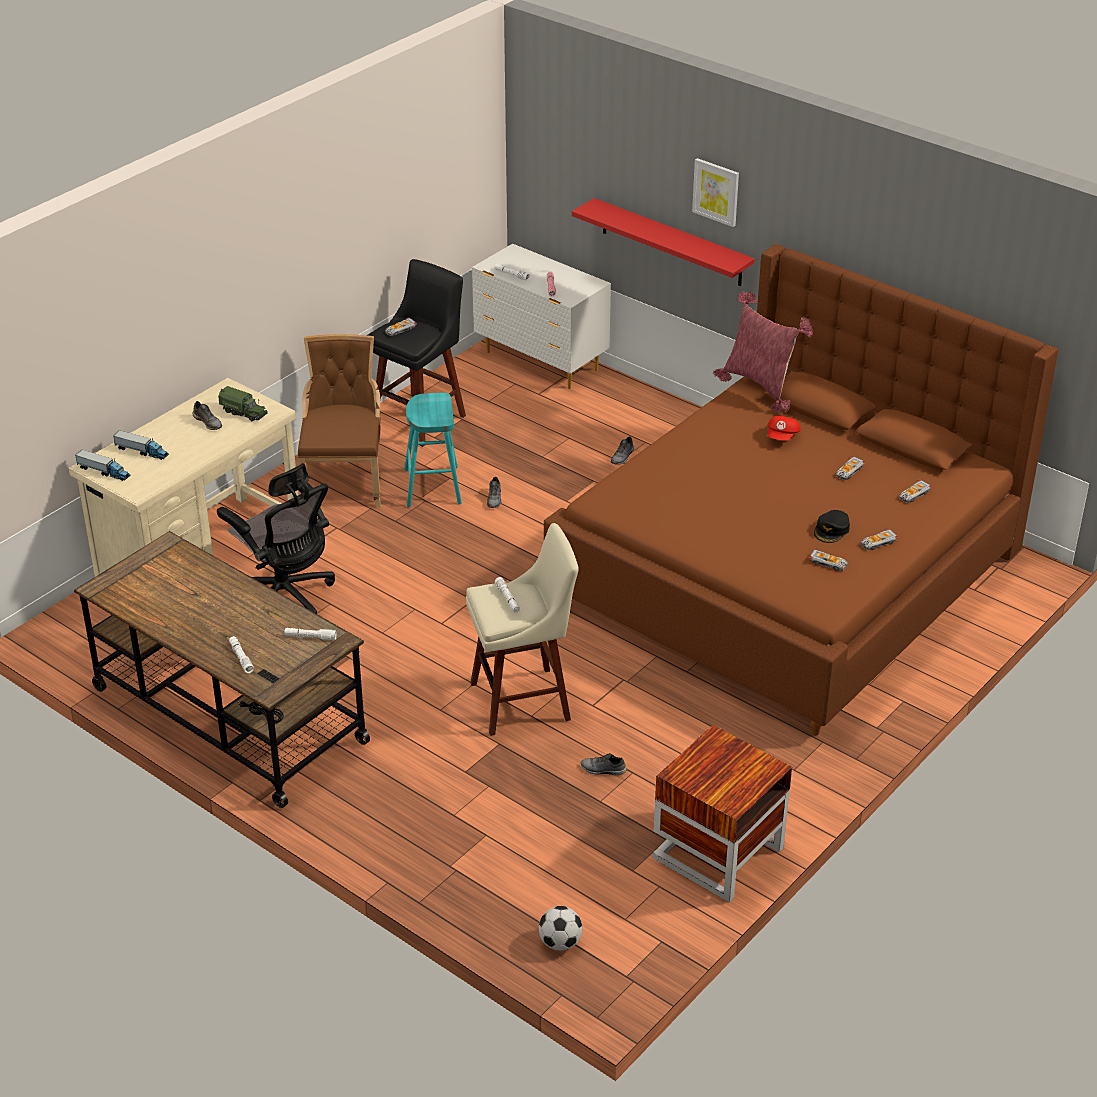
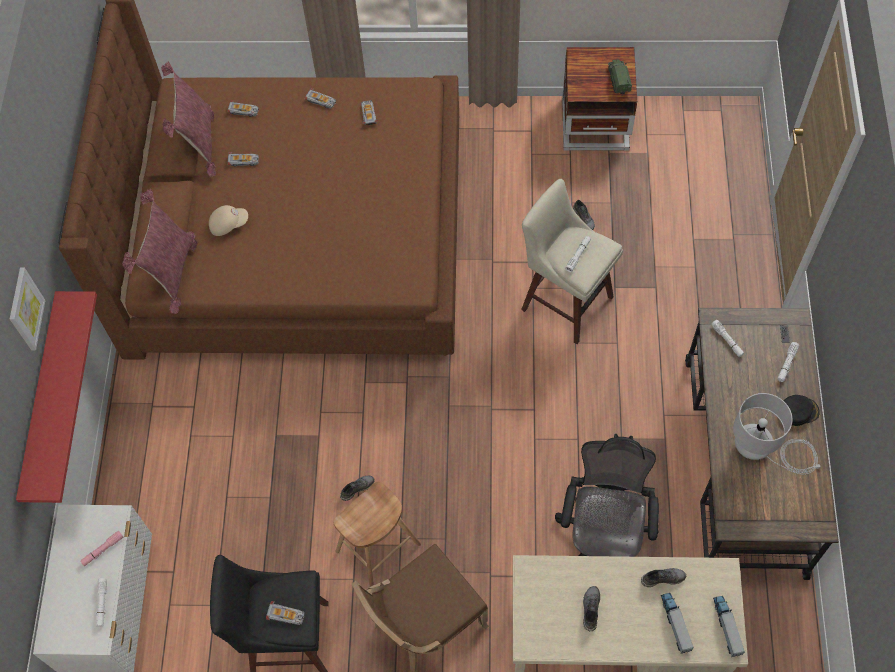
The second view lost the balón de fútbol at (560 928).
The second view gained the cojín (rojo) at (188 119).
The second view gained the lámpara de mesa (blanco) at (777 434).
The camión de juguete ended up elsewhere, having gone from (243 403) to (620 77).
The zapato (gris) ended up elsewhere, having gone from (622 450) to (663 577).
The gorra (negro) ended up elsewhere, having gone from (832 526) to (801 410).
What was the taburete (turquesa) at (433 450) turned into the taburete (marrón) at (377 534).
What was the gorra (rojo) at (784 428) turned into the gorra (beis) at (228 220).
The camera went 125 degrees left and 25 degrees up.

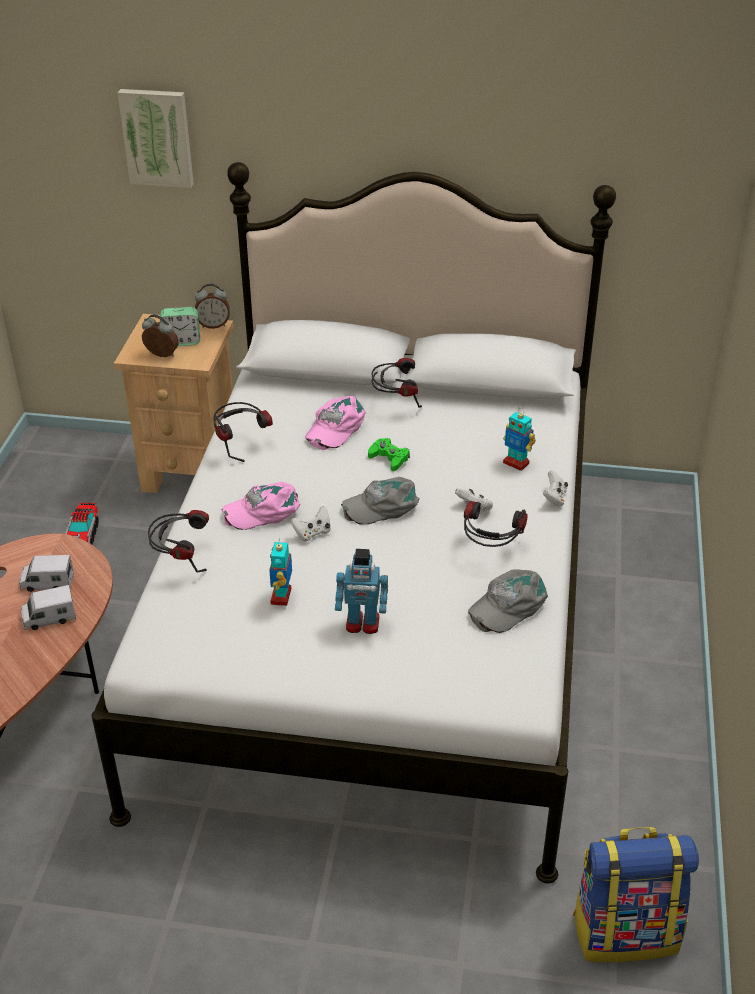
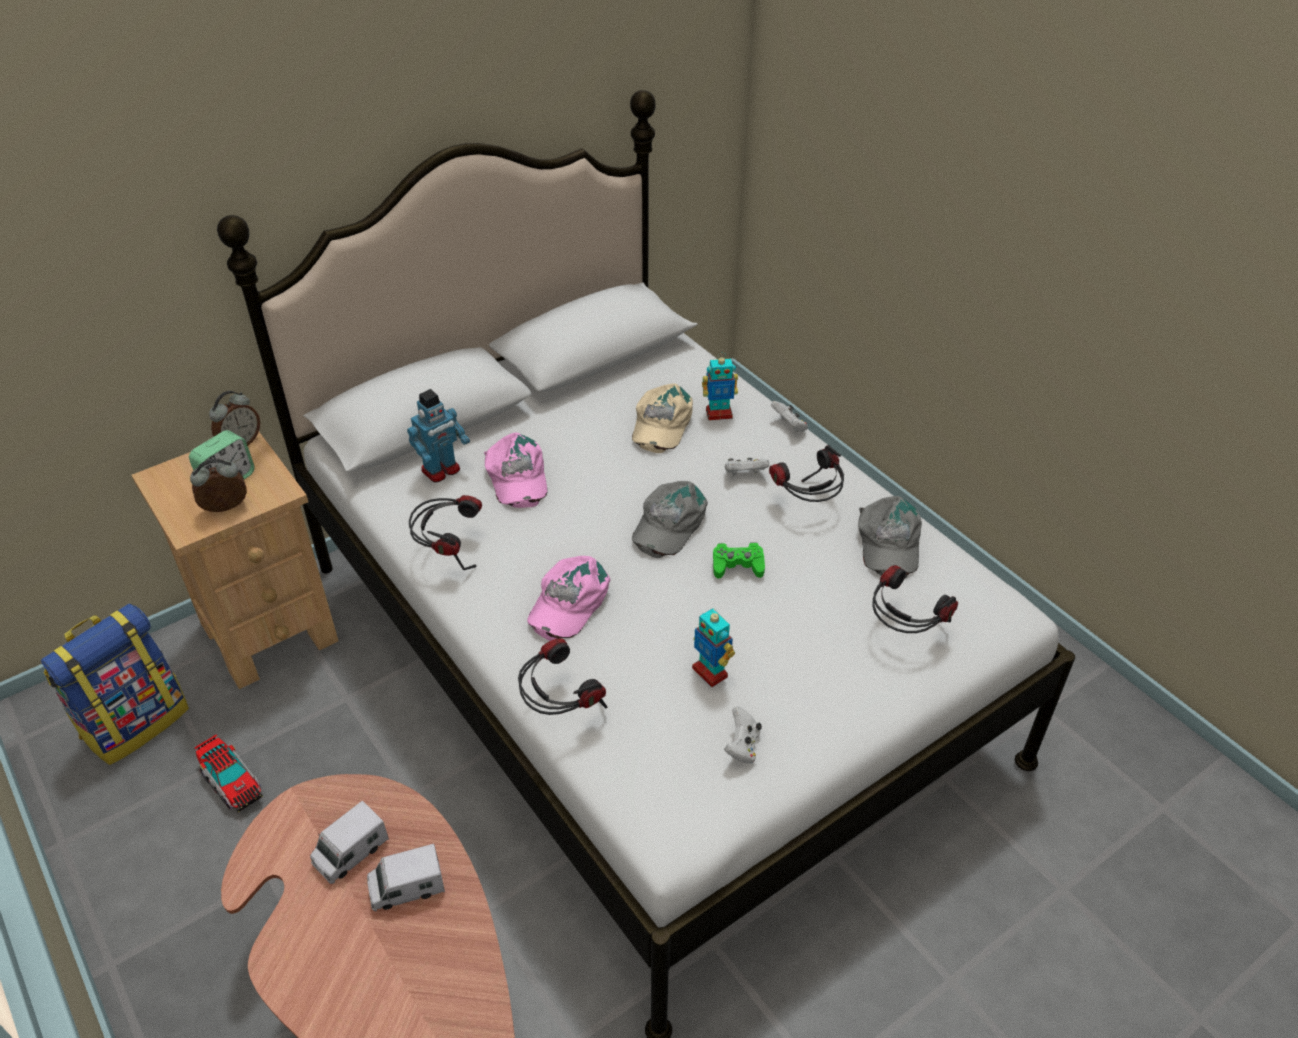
The second view lost the cuadro at (156 138).
The second view gained the gorra (beis) at (662 418).
The mando de consola (blanco) ended up elsewhere, having gone from (311 524) to (743 735).
The robot de juguete ended up elsewhere, having gone from (361 591) to (438 435).
The mando de consola (verde) ended up elsewhere, having gone from (389 454) to (739 560).
The auriculares ended up elsewhere, having gone from (396 383) to (915 599).
The mochila ended up elsewhere, having gone from (636 894) to (115 684).
The camión de juguete at (48 607) ended up facing another way, 45 degrees clockwise from before.
The camera went 45 degrees left and 5 degrees up.

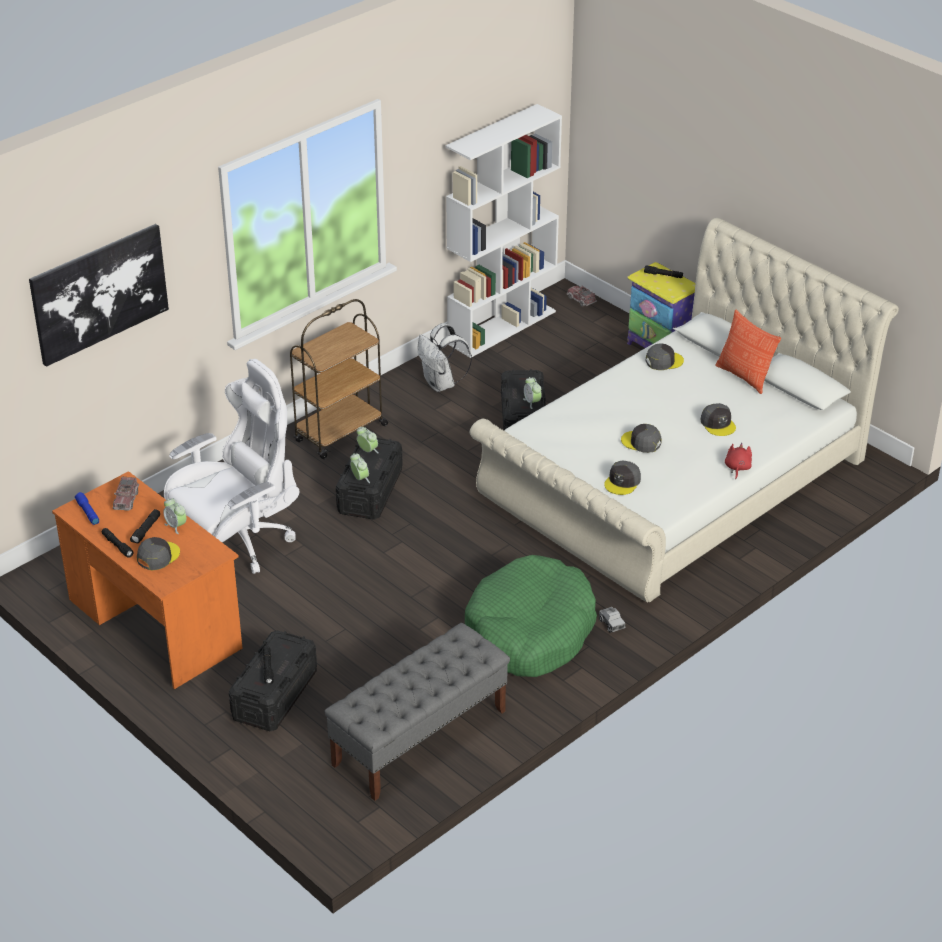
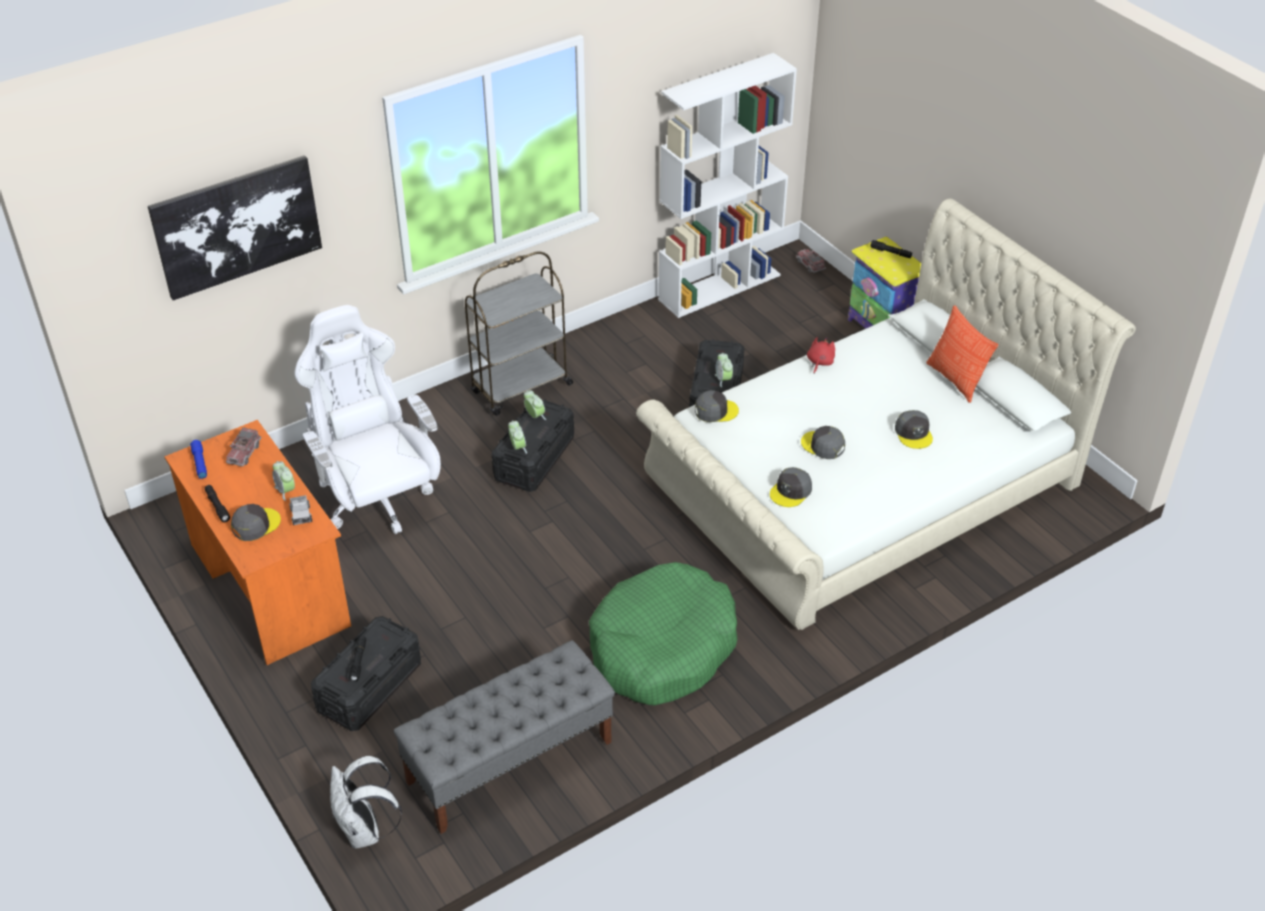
The second view lost the linterna (negro) at (145 526).
The mochila (blanco) ended up elsewhere, having gone from (445 357) to (366 802).
The camión de juguete ended up elsewhere, having gone from (612 620) to (300 510).
The gorra (gris) ended up elsewhere, having gone from (665 357) to (717 406).
The peluche (rojo) ended up elsewhere, having gone from (738 461) to (821 355).
What was the carrito (marrón) at (339 379) turned into the carrito (gris) at (519 334).
The silla de oficina (blanco) at (231 466) ended up facing another way, 90 degrees counterclockwise from before.
The camera went 10 degrees right and 5 degrees up.

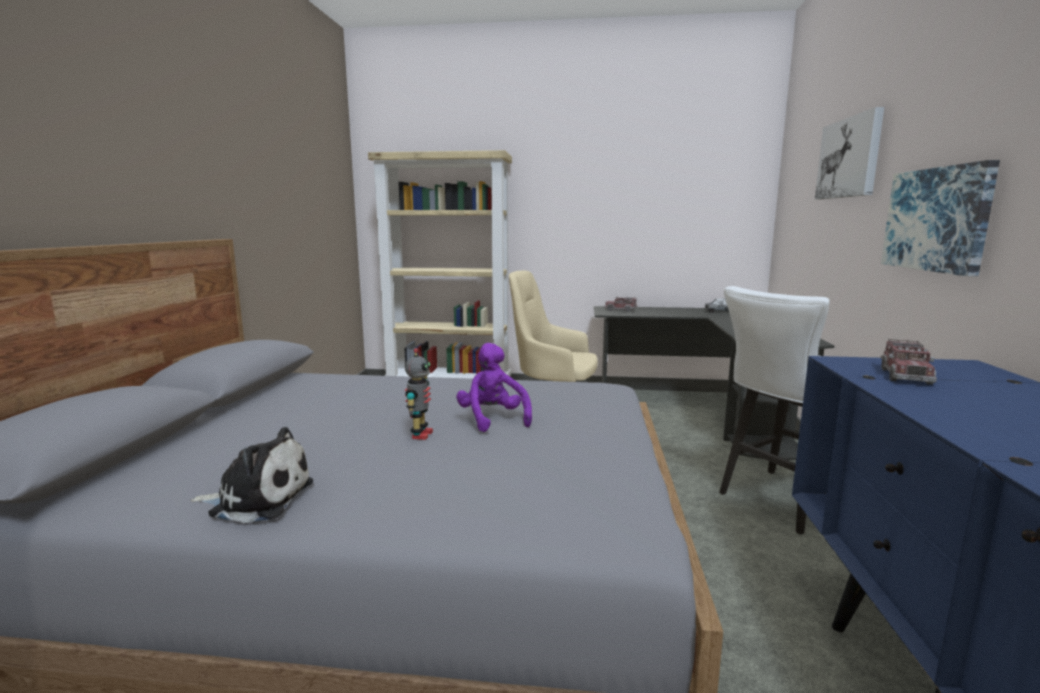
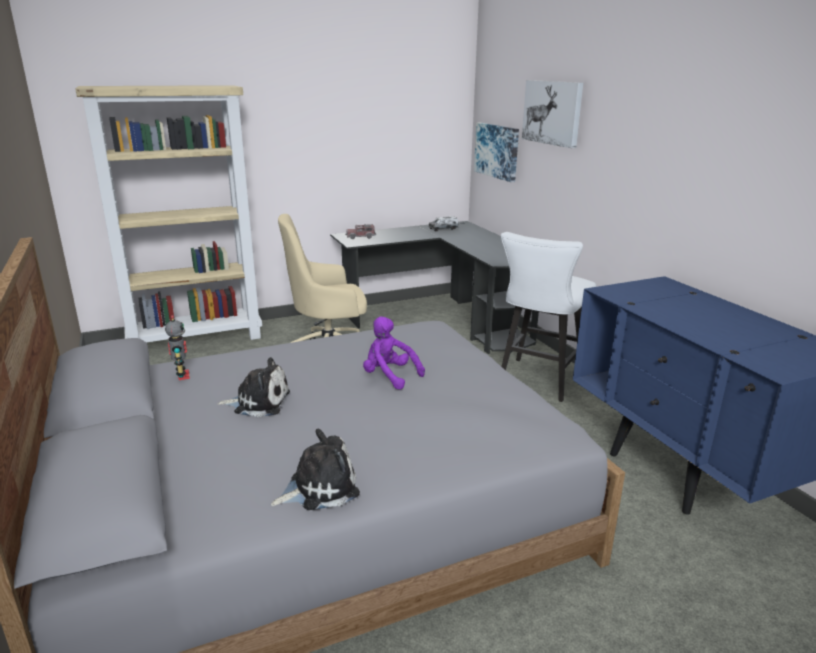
The second view lost the camión de juguete at (908 362).
The second view gained the peluche at (253 387).
The robot de juguete ended up elsewhere, having gone from (419 394) to (177 347).
The cuadro ended up elsewhere, having gone from (940 218) to (496 152).
The camera went 30 degrees left and 10 degrees up.

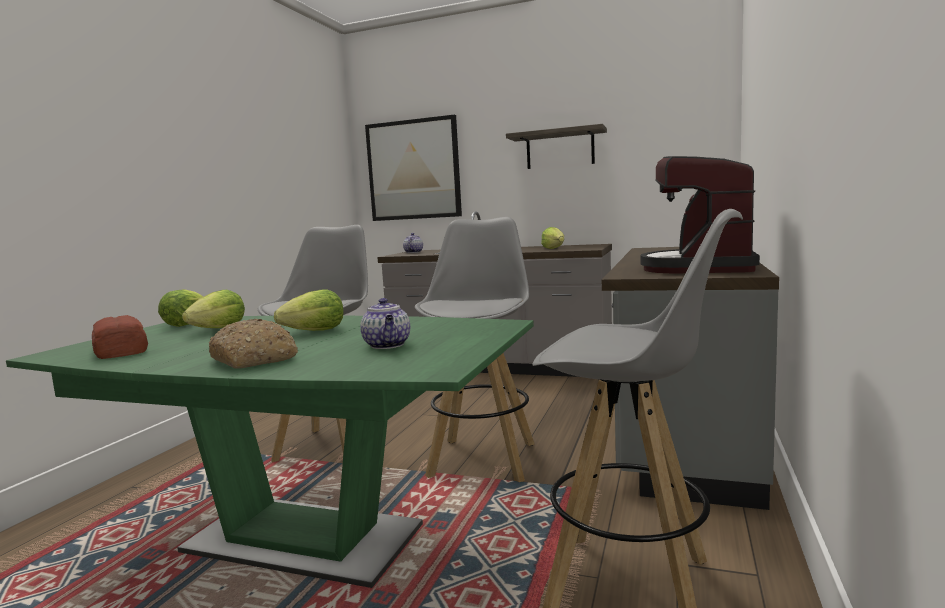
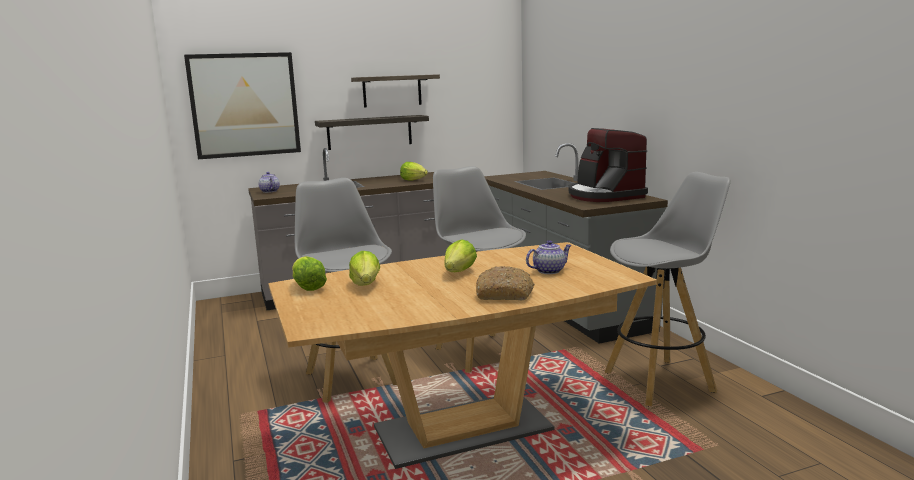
The second view lost the pan at (120 337).
The second view gained the estante at (372 132).
What was the mesa de comedor (verde) at (270 452) turned into the mesa de comedor (marrón) at (462 355).
The tetera at (385 323) ended up facing another way, 60 degrees counterclockwise from before.
The camera went 40 degrees left and 5 degrees up.

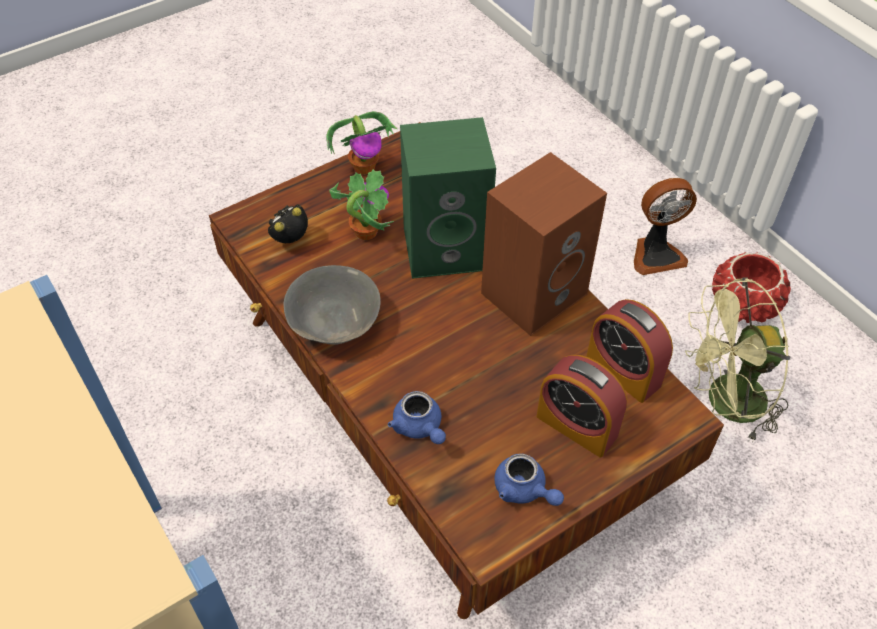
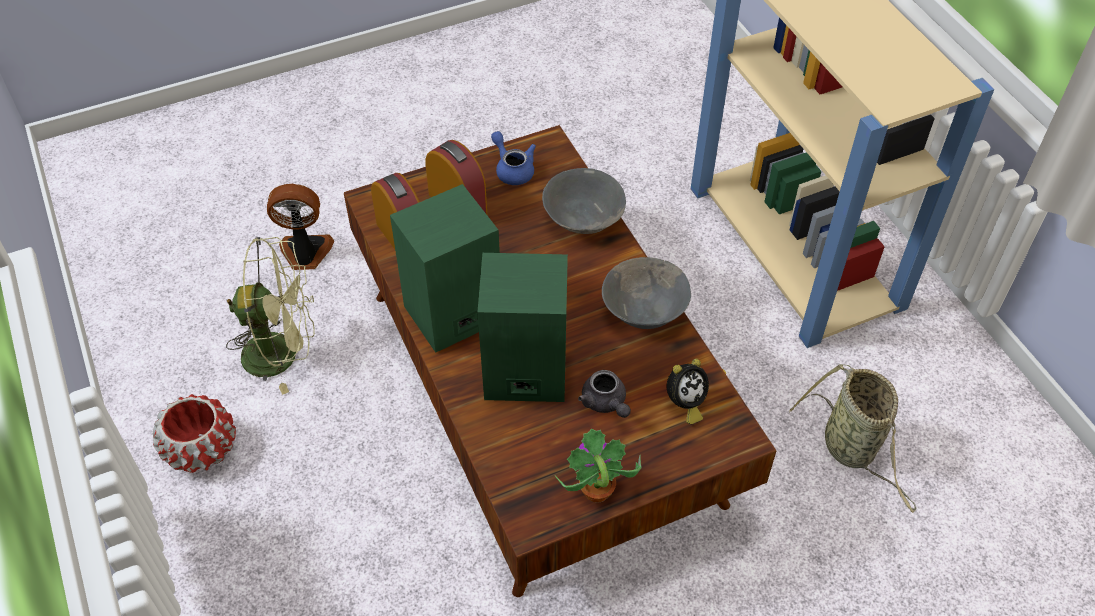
The second view gained the cesta at (853 438).
The ventilador ended up elsewhere, having gone from (665 226) to (300 227).
Where the planta en maceta stood at (361 204), the tetera (gris) came to stand at (604 394).
Where the tetera (azul) stood at (417 417), the cuenco (gris) came to stand at (584 201).
What was the altavoz (marrón) at (544 244) turned into the altavoz (verde) at (445 268).
The camera went 170 degrees left and 0 degrees up.

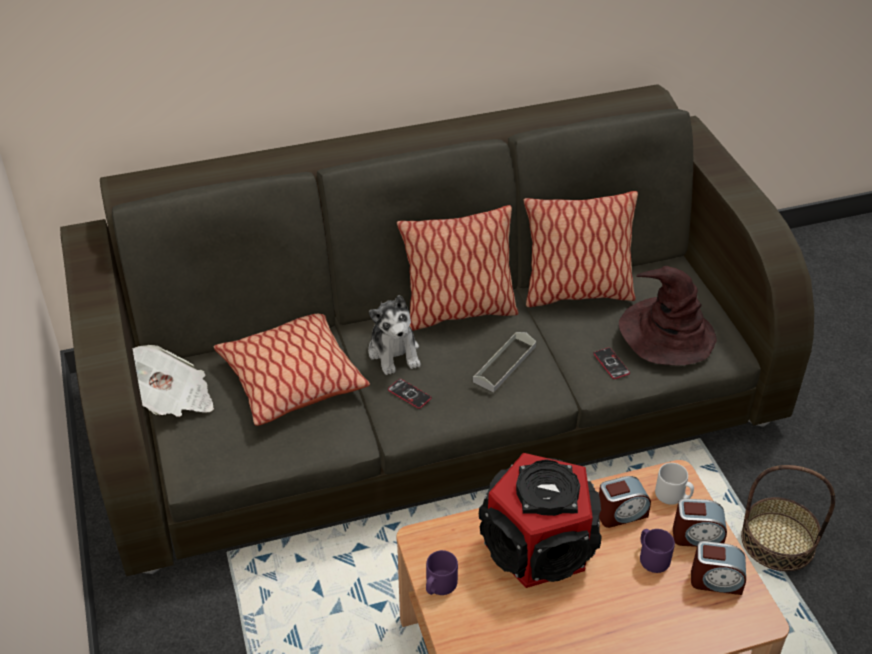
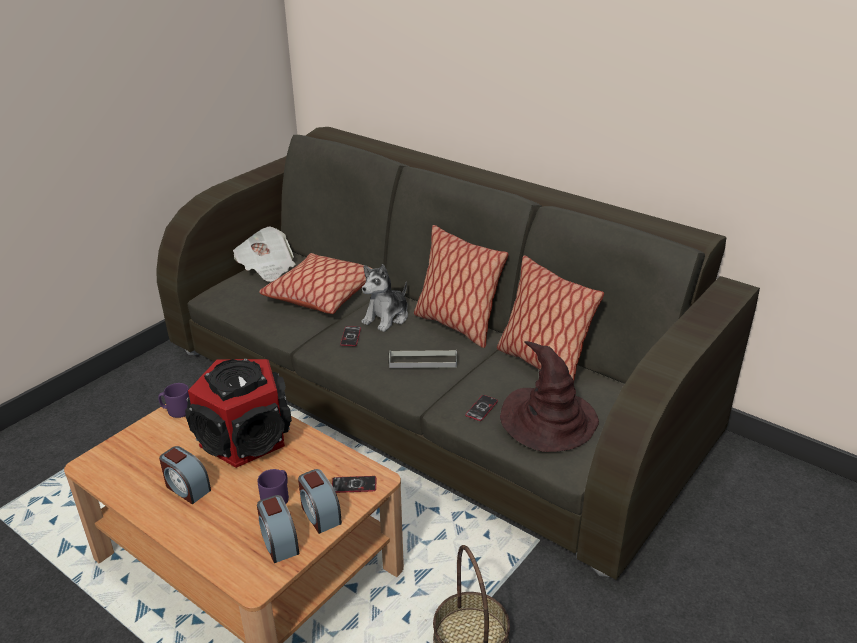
The despertador ended up elsewhere, having gone from (625 502) to (185 475).
Where the taza grande (gris) stood at (674 484), the móvil came to stand at (354 484).
The camera went 55 degrees right and 10 degrees down.

